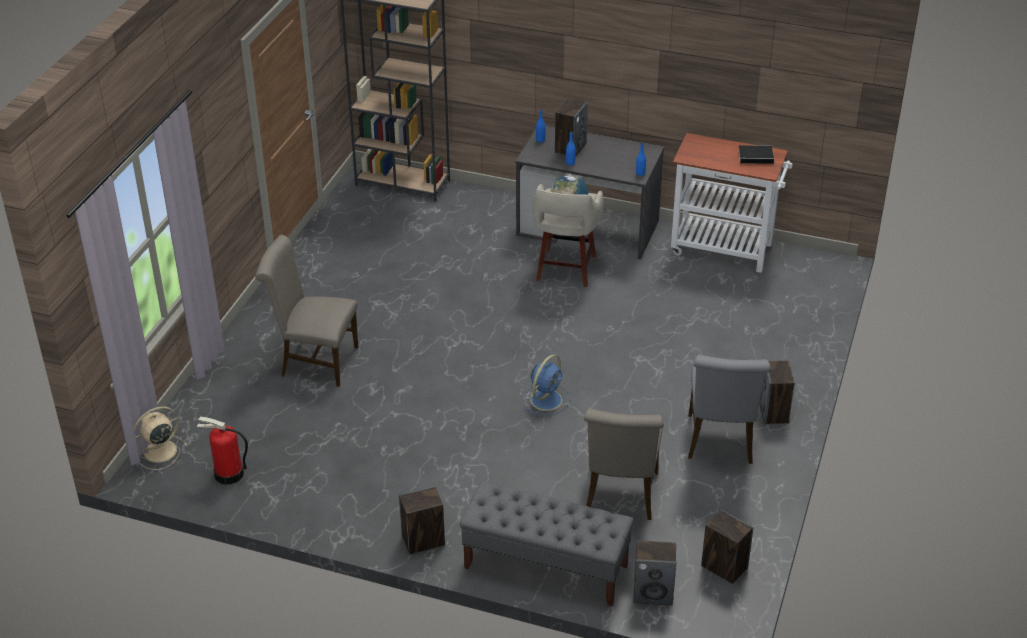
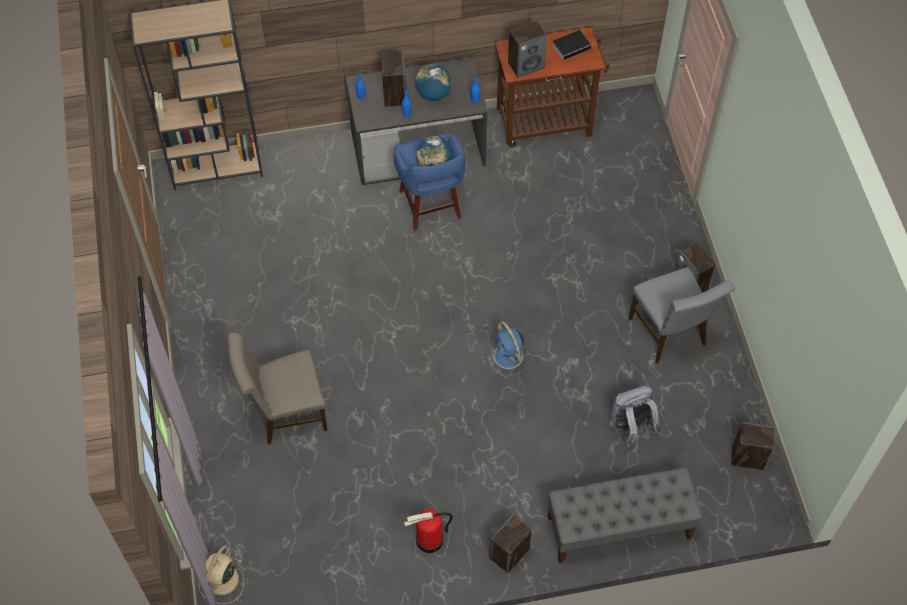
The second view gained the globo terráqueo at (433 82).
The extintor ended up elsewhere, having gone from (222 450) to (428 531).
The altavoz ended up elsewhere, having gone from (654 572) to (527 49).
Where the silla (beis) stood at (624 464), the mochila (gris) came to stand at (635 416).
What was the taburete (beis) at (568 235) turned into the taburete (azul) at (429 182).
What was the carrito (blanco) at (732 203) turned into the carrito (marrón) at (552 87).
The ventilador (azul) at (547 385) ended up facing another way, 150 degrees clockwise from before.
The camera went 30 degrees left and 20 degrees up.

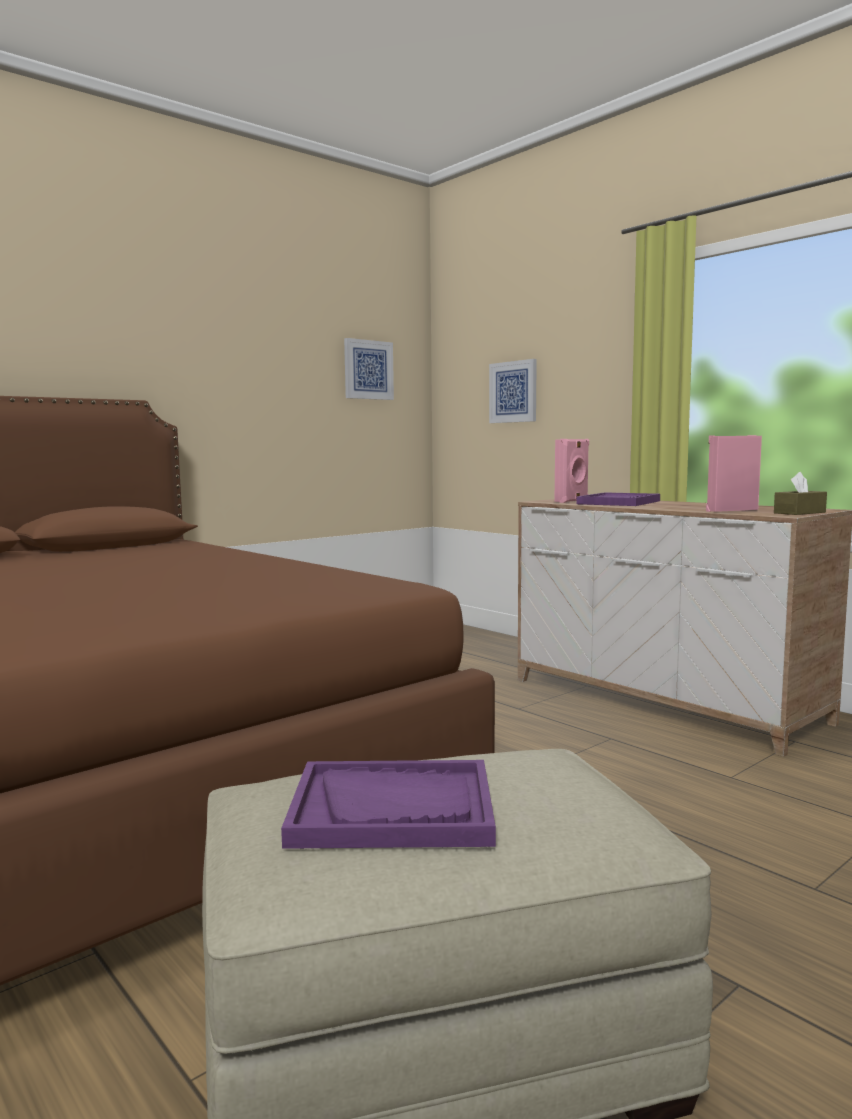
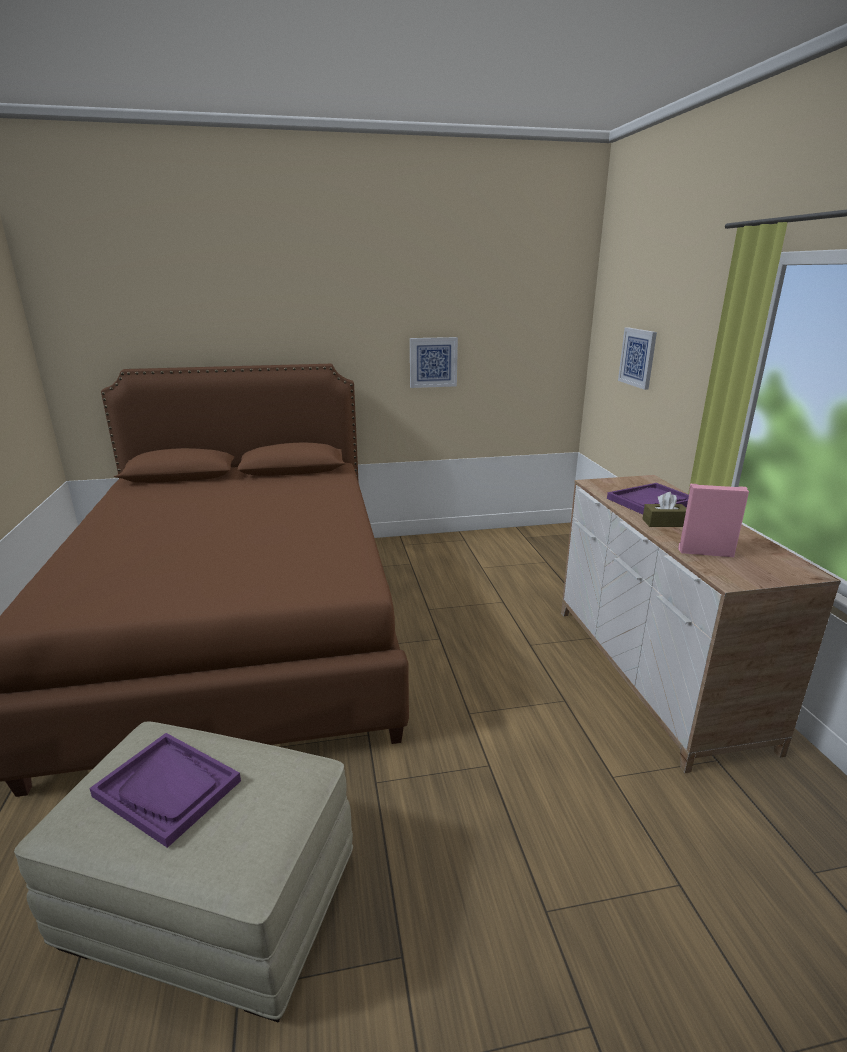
The second view lost the altavoz (rosa) at (571 471).
The cuadro ended up elsewhere, having gone from (369 369) to (434 362).
The caja de pañuelos (marrón) ended up elsewhere, having gone from (800 493) to (664 509).
The camera went 30 degrees right and 15 degrees up.

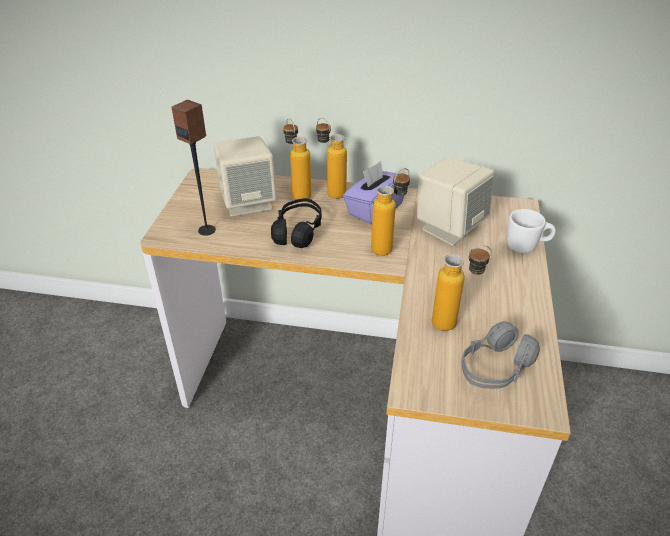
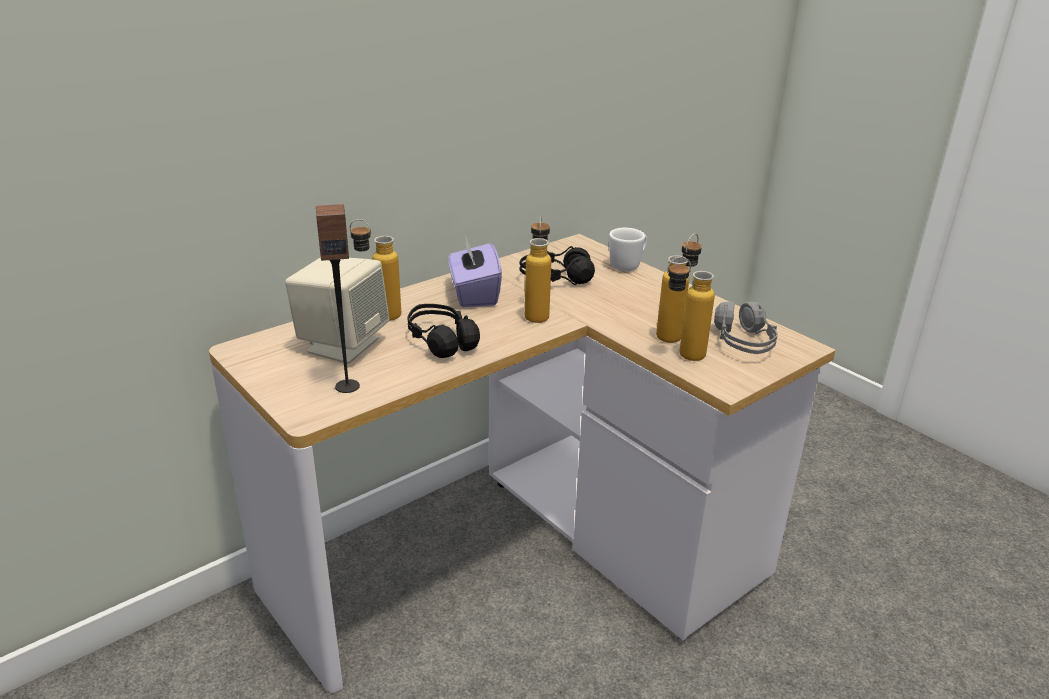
The botella ended up elsewhere, having gone from (331 158) to (691 309).
Where the altavoz (beis) stood at (455 201), the auriculares (negro) came to stand at (557 265).
The camera went 50 degrees left and 10 degrees down.

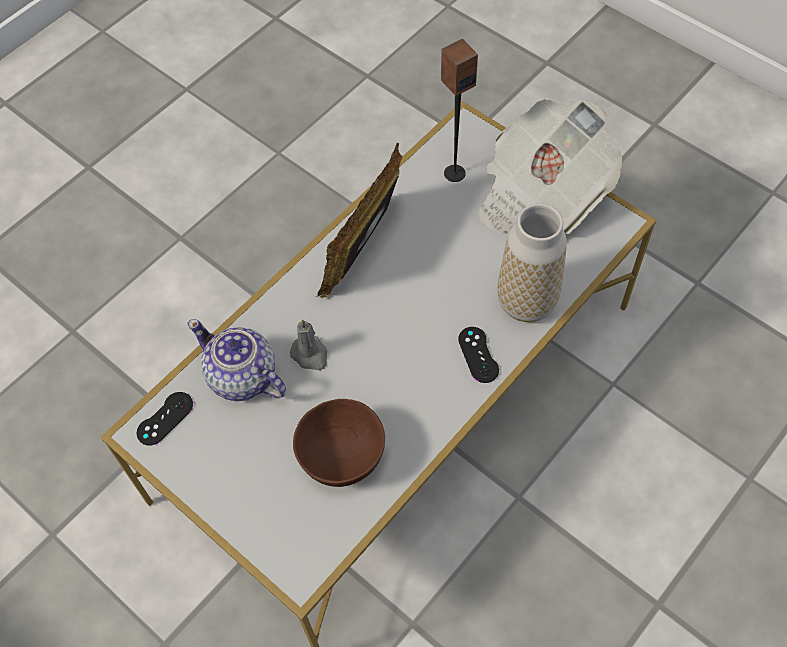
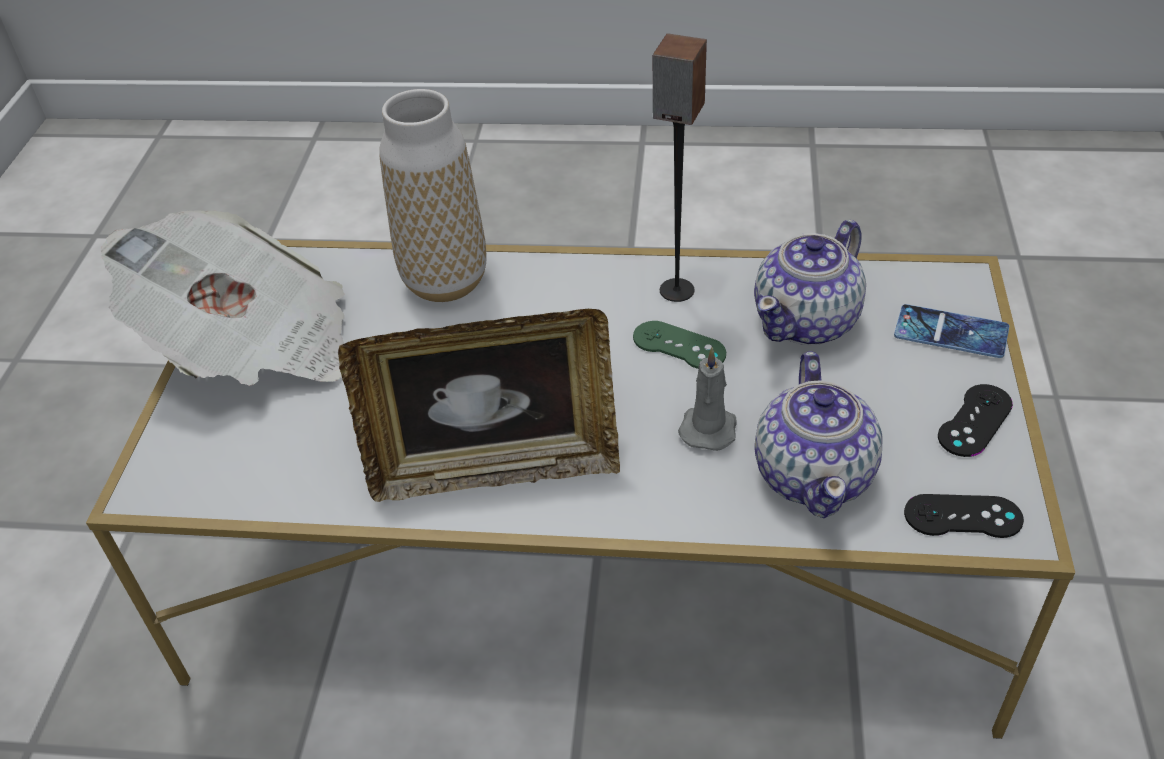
The second view gained the mando de consola (verde) at (679 345).
The second view gained the móvil at (951 331).
The altavoz ended up elsewhere, having gone from (459 110) to (680 167).
The mando de consola (negro) ended up elsewhere, having gone from (478 355) to (975 420).
Where the cuenco (marrón) stood at (339 443), the tetera came to stand at (810 282).
The camera went 125 degrees left and 15 degrees down.

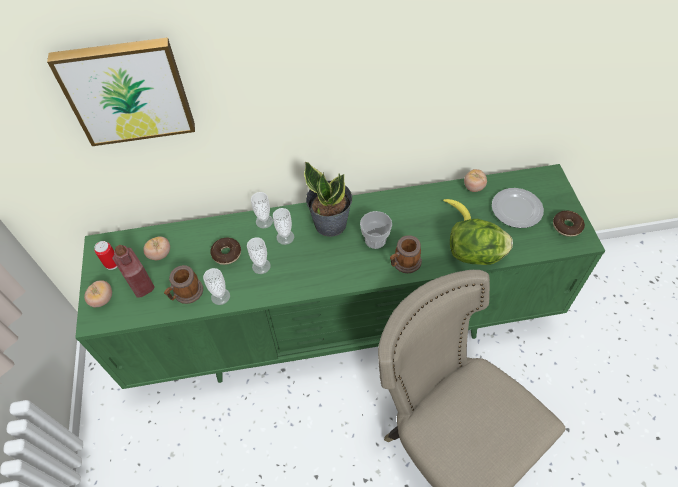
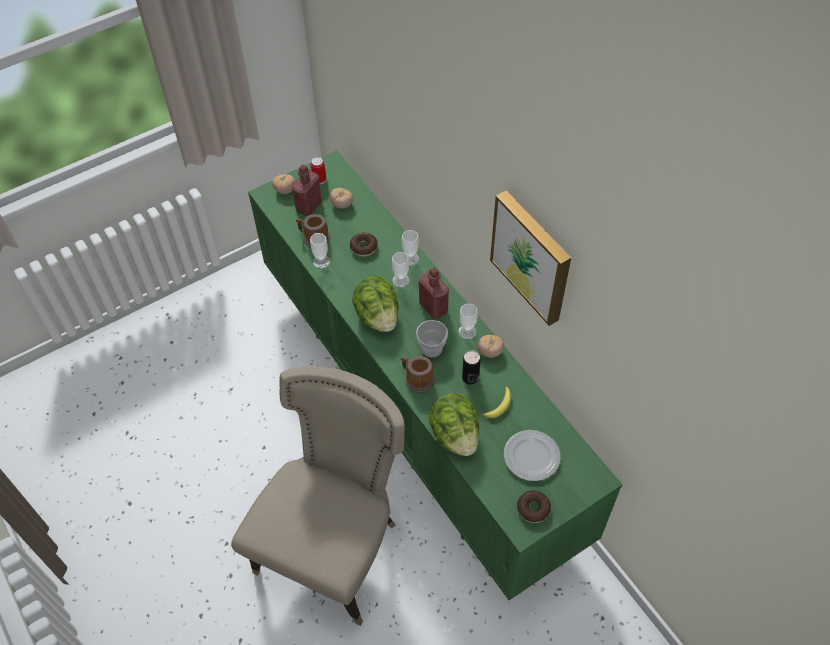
The second view gained the lechuga at (375 303).
The second view gained the lata at (471 368).
The cuadro ended up elsewhere, having gone from (121 91) to (530 258).
The taza ended up elsewhere, having gone from (259 255) to (468 321).
The tomate ended up elsewhere, having gone from (475 180) to (490 346).
Where the planta en maceta stood at (328 199), the botella (rojo) came to stand at (434 293).
The camera went 65 degrees right and 0 degrees up.

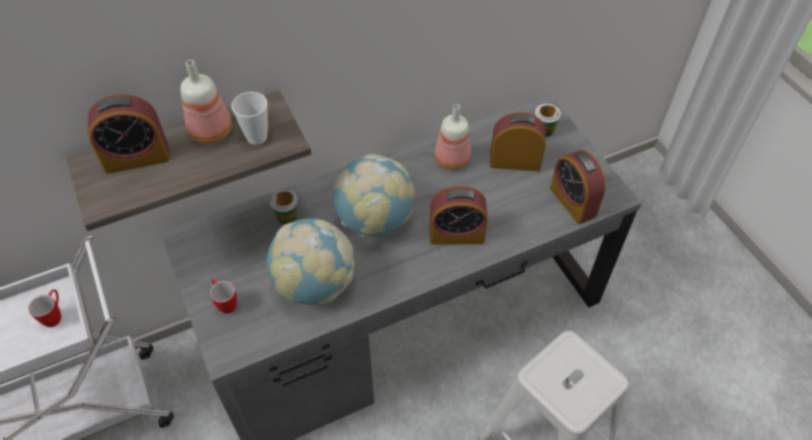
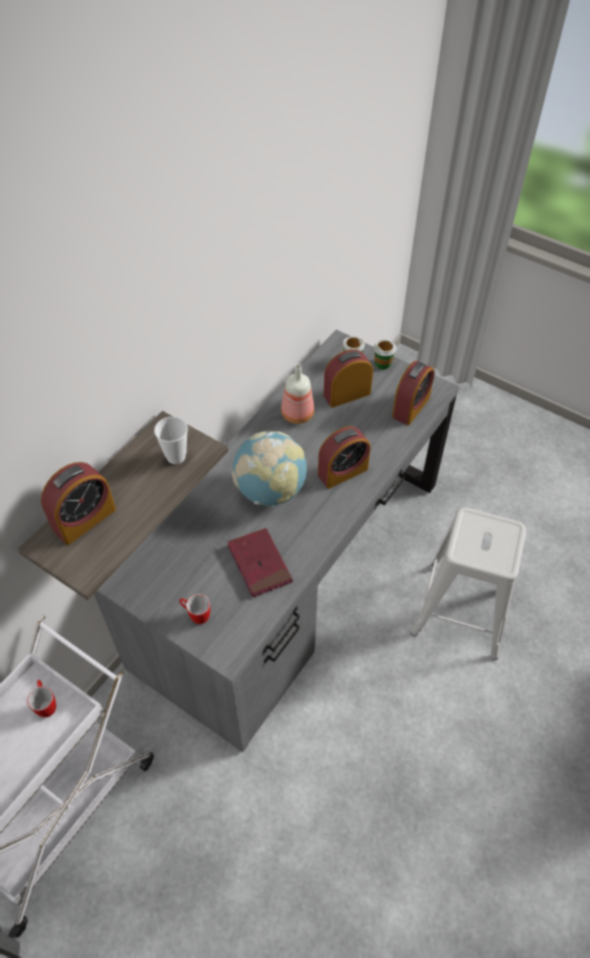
The second view lost the botella at (206 102).
The taza ended up elsewhere, having gone from (284 207) to (385 354).
Where the globo terráqueo stood at (311 261), the libro (rojo) came to stand at (260 563).
The despertador at (578 187) ended up facing another way, 90 degrees counterclockwise from before.
The camera went 30 degrees left and 0 degrees up.

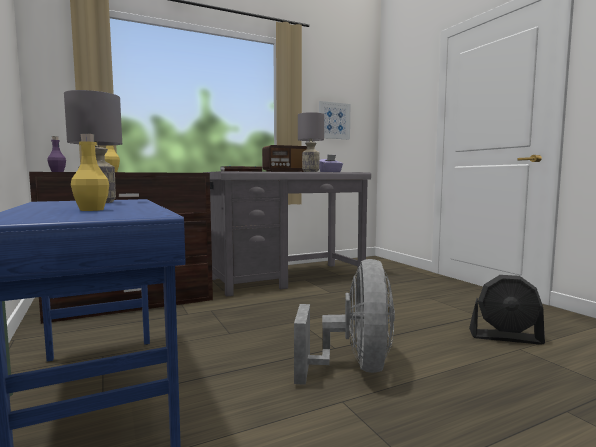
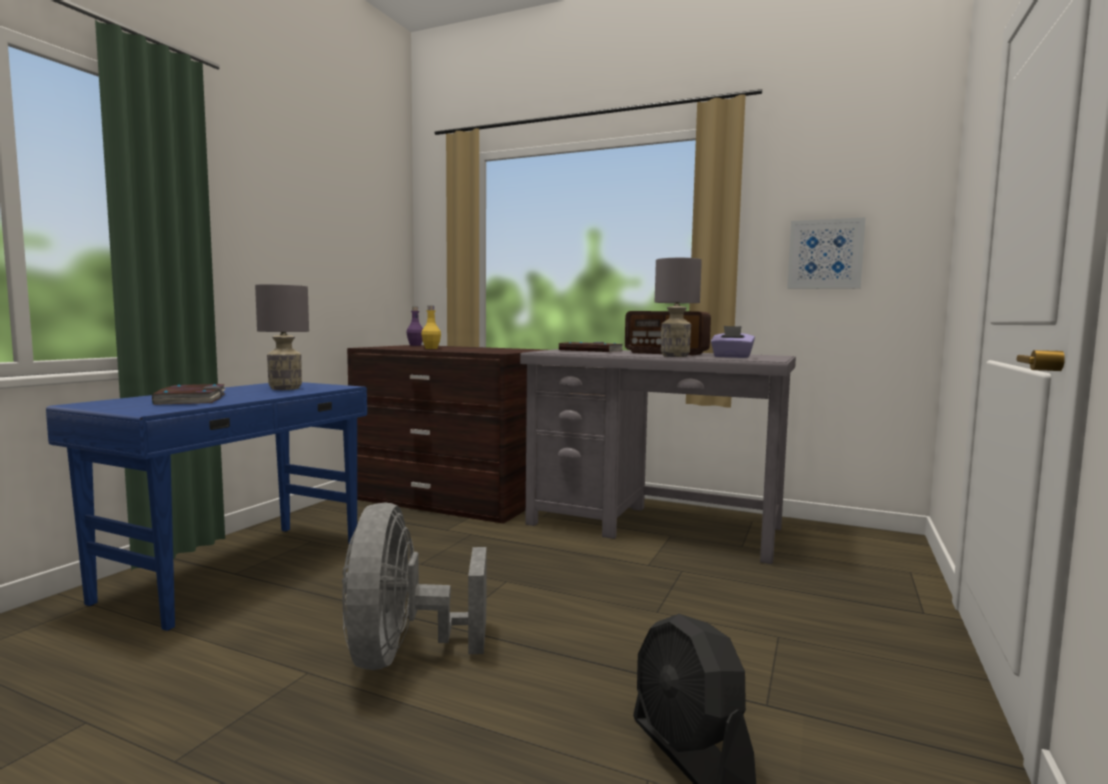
Where the botella (amarillo) stood at (90 172), the libro came to stand at (188 394).
The ventilador (gris) at (344 322) ended up facing another way, 120 degrees clockwise from before.
The camera went 50 degrees right and 0 degrees up.

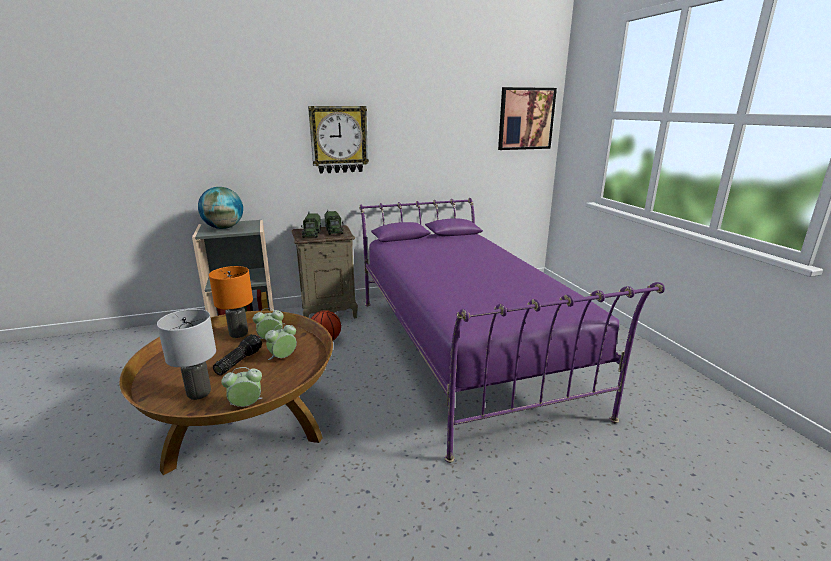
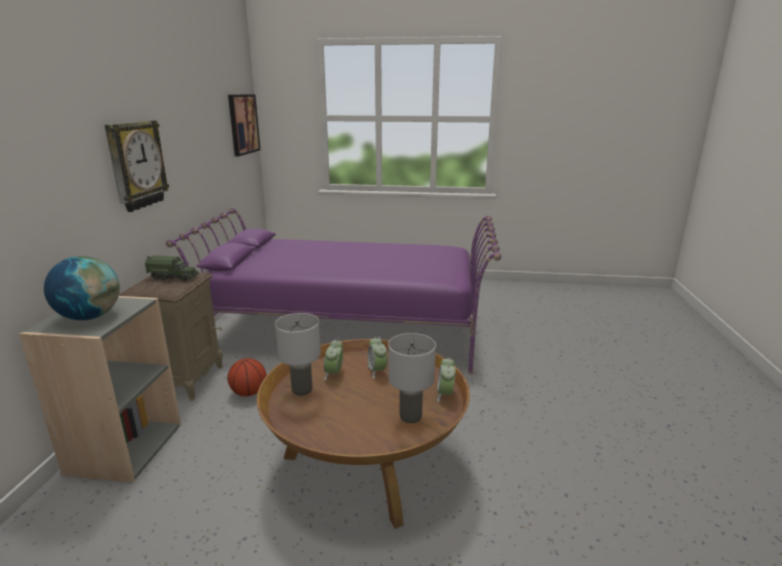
The second view lost the linterna at (237 354).
The second view lost the camión de juguete at (311 225).
What was the lámpara de mesa (naranja) at (231 302) turned into the lámpara de mesa (blanco) at (298 354).
The camera went 65 degrees left and 0 degrees up.

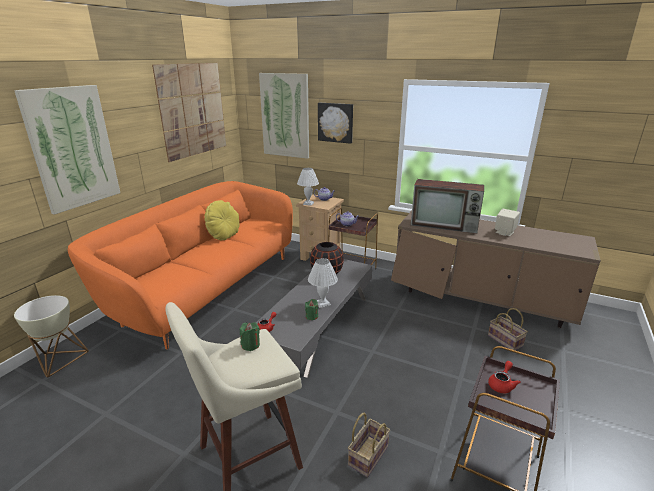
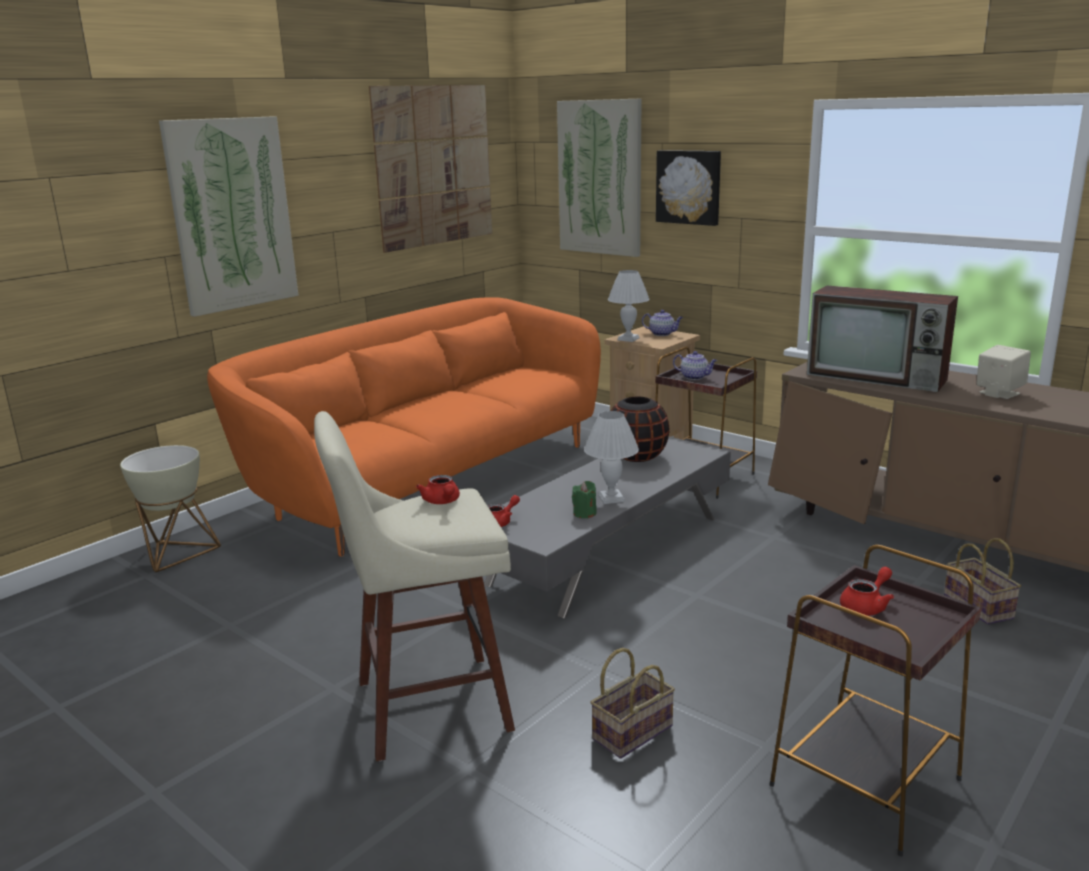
The second view lost the cojín (amarillo) at (222 220).
Where the vela (verde) stood at (250 336), the tetera (rojo) came to stand at (438 489).
The camera went 15 degrees right and 5 degrees down.

